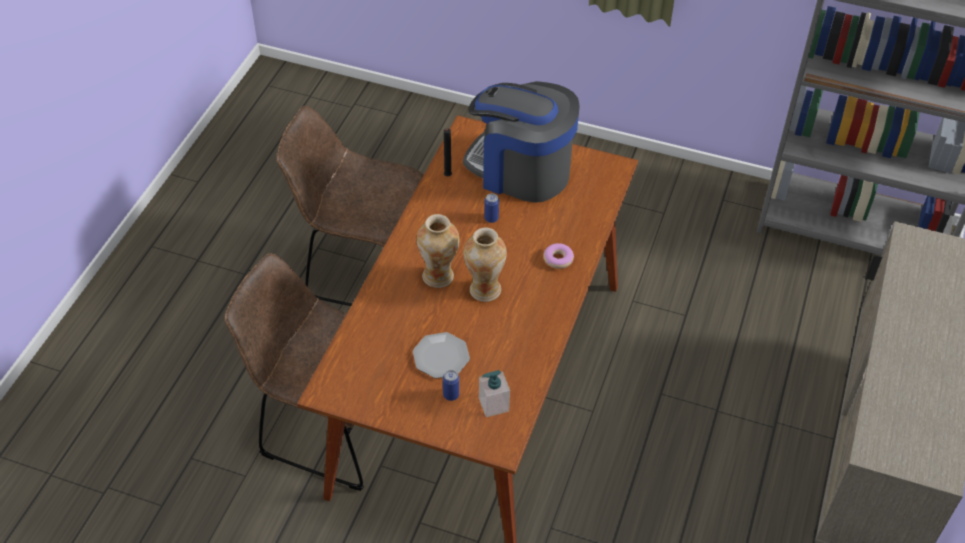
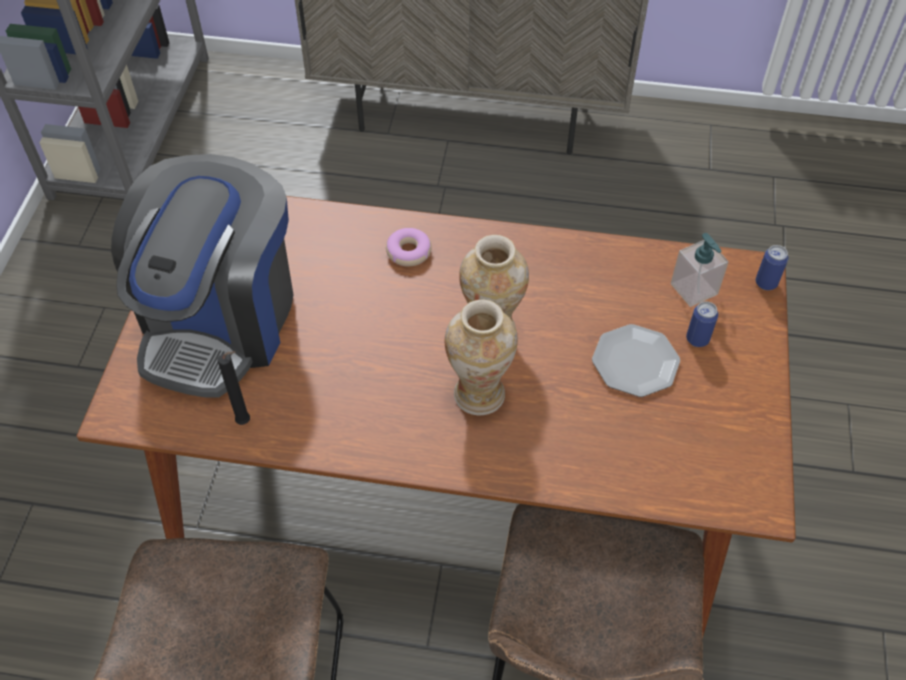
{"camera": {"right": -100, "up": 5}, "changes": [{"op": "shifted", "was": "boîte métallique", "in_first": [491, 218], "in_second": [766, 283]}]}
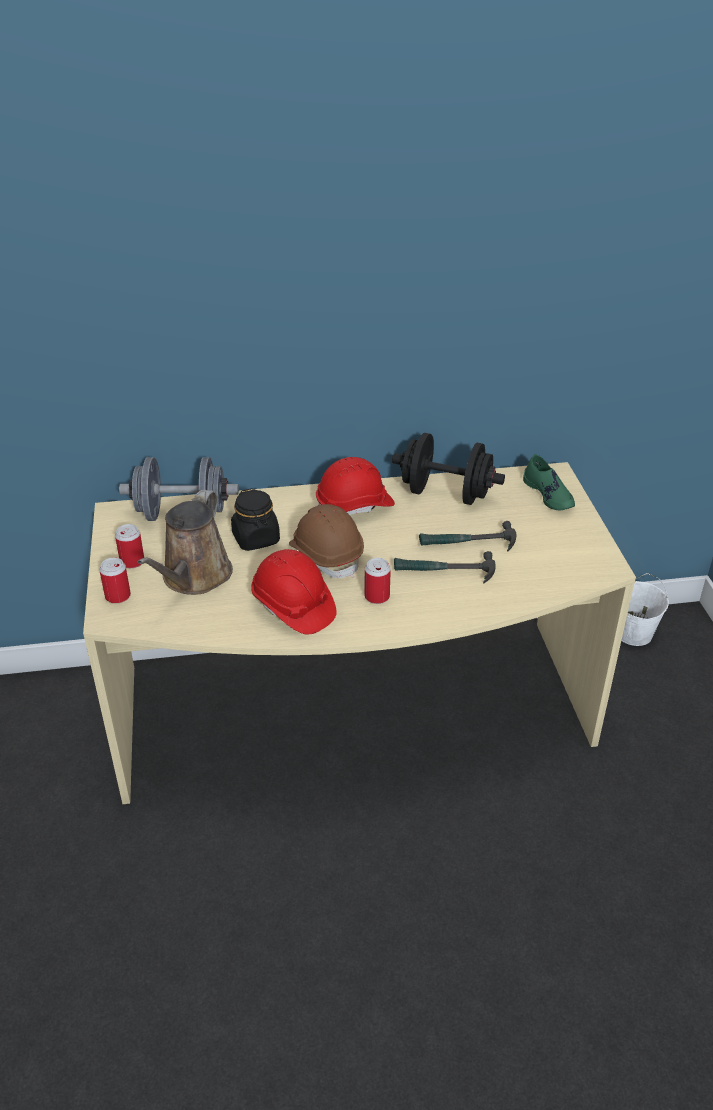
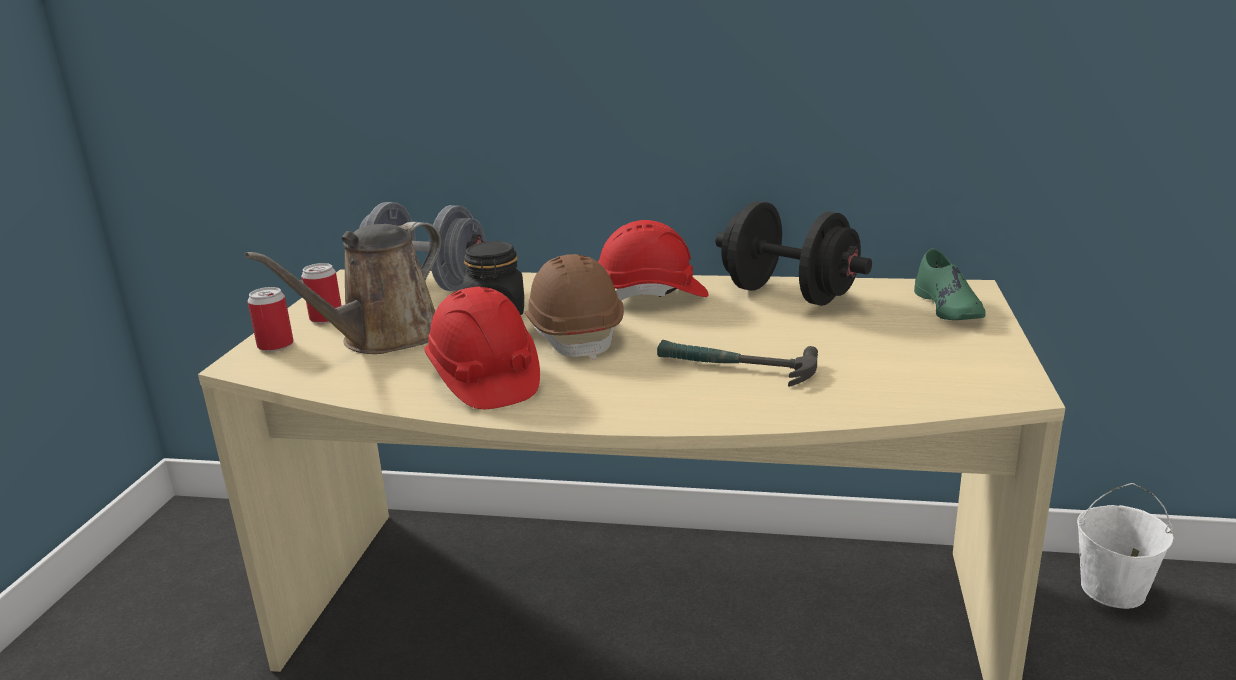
{"camera": {"right": 20, "up": -15}, "changes": [{"op": "gone", "was": "marteau", "in_first": [467, 543]}, {"op": "gone", "was": "boîte métallique", "in_first": [377, 596]}]}
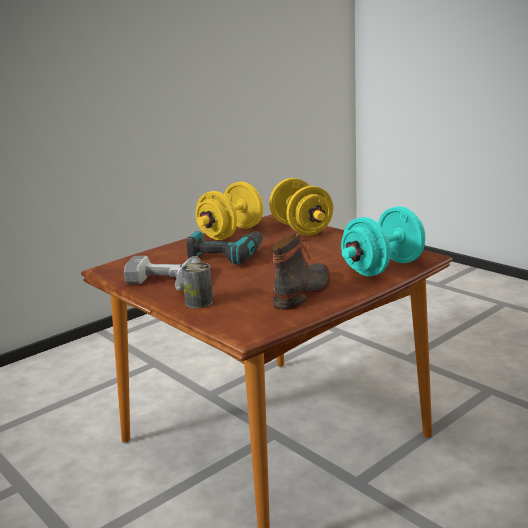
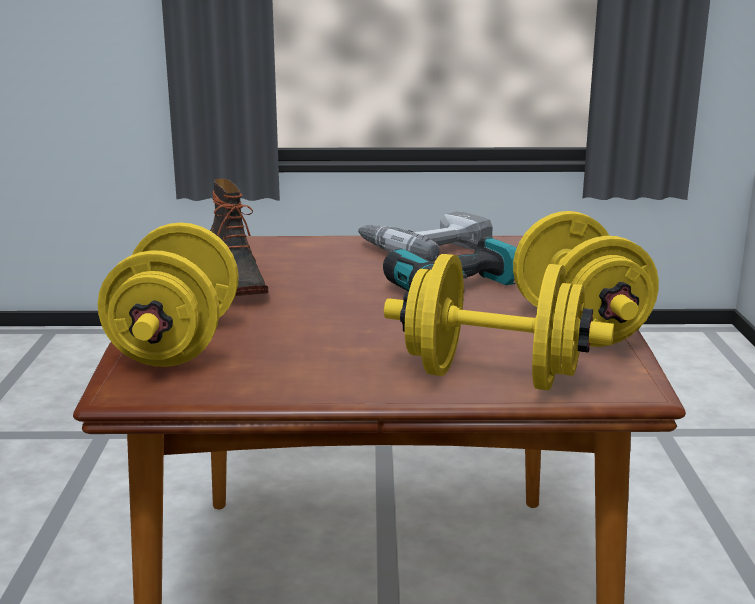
{"camera": {"right": 130, "up": 0}, "changes": [{"op": "repainted", "was": "haltère [turquoise]", "now": "haltère [jaune]", "in_first": [383, 268], "in_second": [176, 344]}, {"op": "gone", "was": "boîte métallique", "in_first": [199, 302]}]}
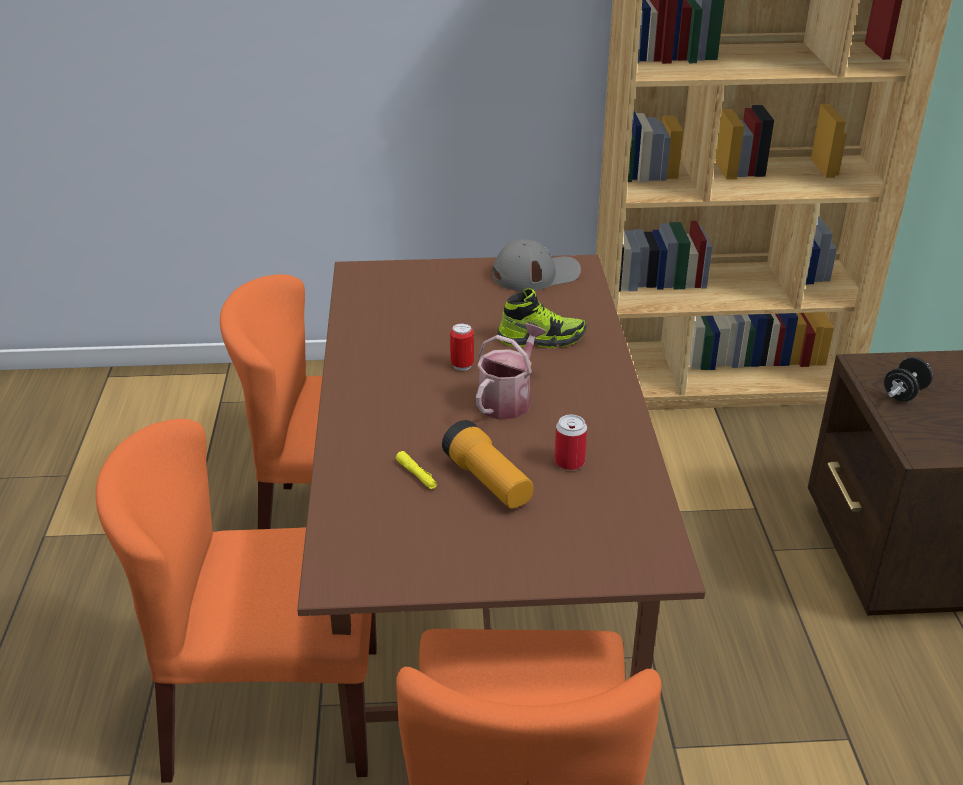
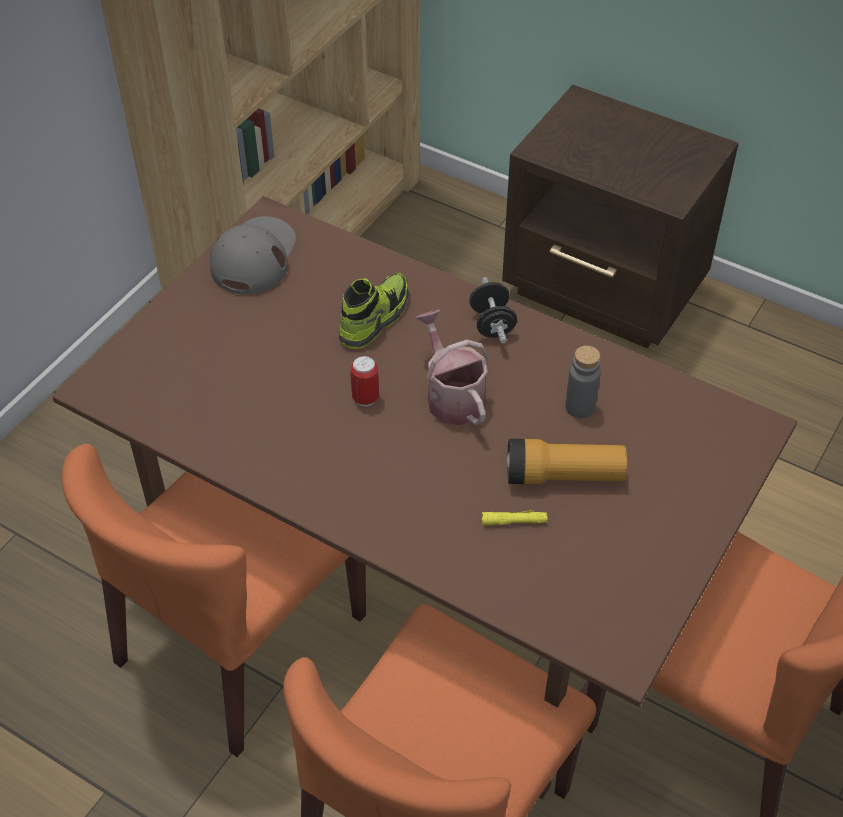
{"camera": {"right": -55, "up": 15}, "changes": [{"op": "shifted", "was": "haltère [noir]", "in_first": [904, 393], "in_second": [492, 324]}, {"op": "swapped", "was": "boîte métallique", "now": "bouteille [gris]", "in_first": [569, 462], "in_second": [580, 407]}]}
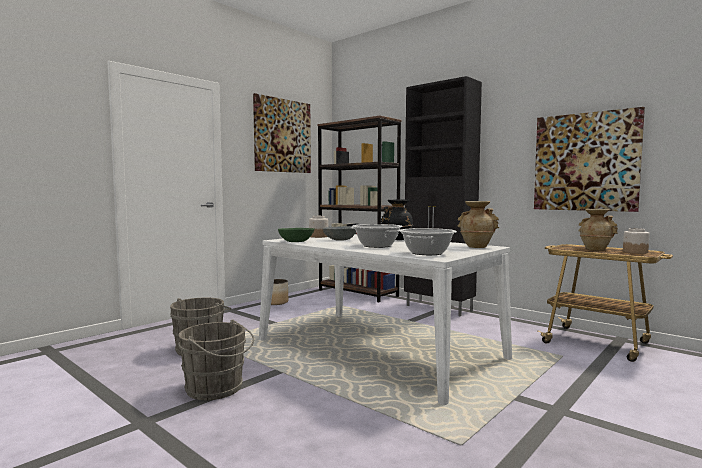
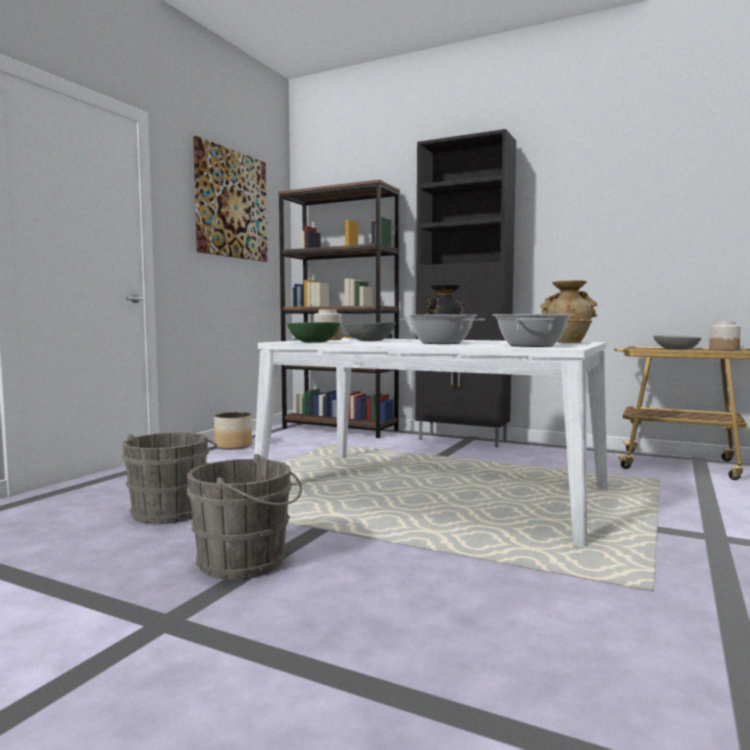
{"camera": {"right": -15, "up": 0}, "changes": [{"op": "gone", "was": "tableau", "in_first": [585, 162]}, {"op": "swapped", "was": "vase [beige]", "now": "bol [gris]", "in_first": [595, 249], "in_second": [676, 349]}]}
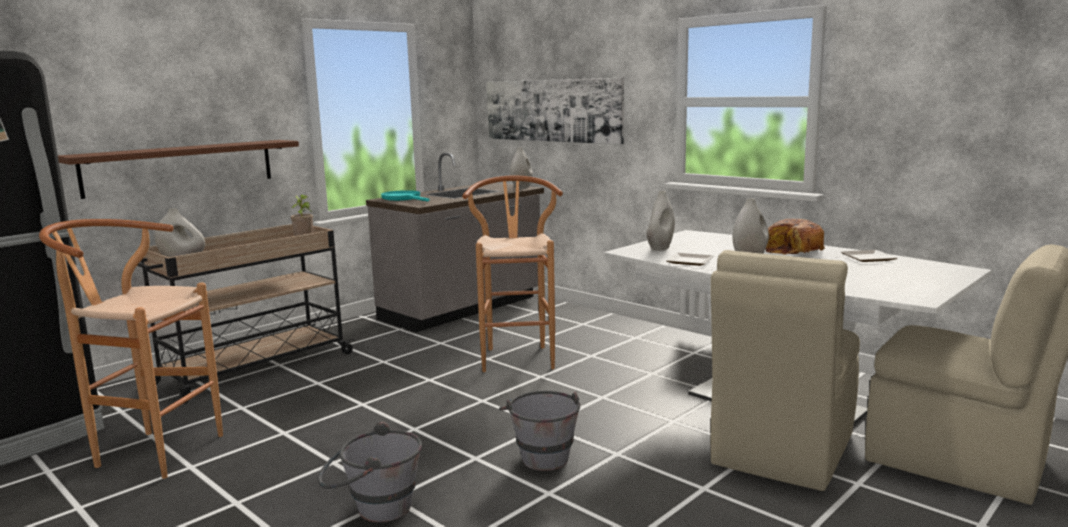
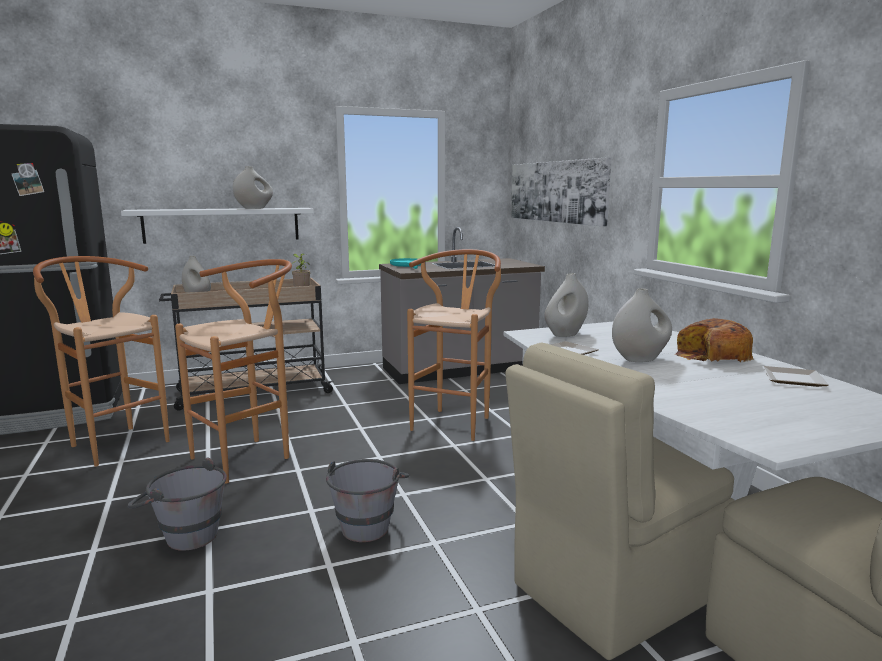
{"camera": {"right": 25, "up": 0}, "changes": [{"op": "repainted", "was": "étagère [marron]", "now": "étagère [blanc]", "in_first": [181, 167], "in_second": [222, 225]}, {"op": "shifted", "was": "vase [blanc]", "in_first": [521, 187], "in_second": [254, 208]}, {"op": "new", "now": "tabouret [marron]", "in_second": [250, 456]}]}
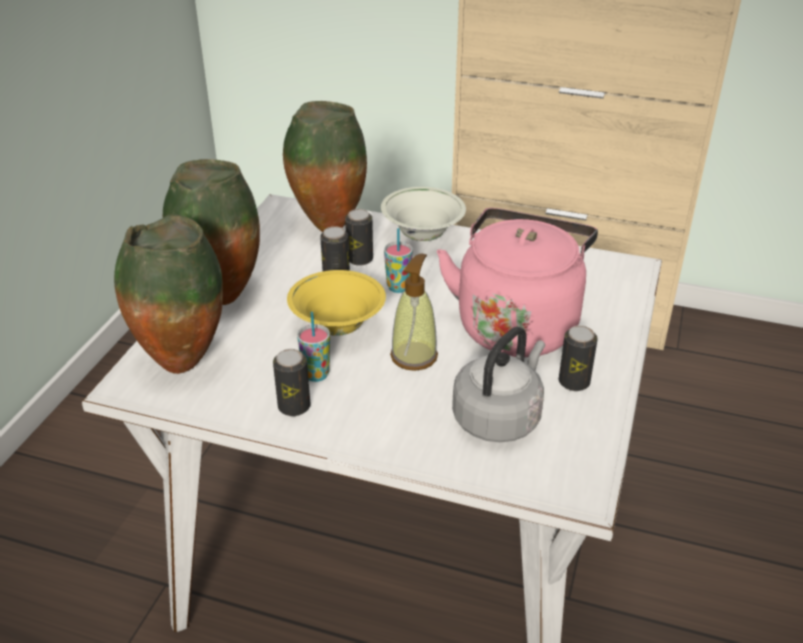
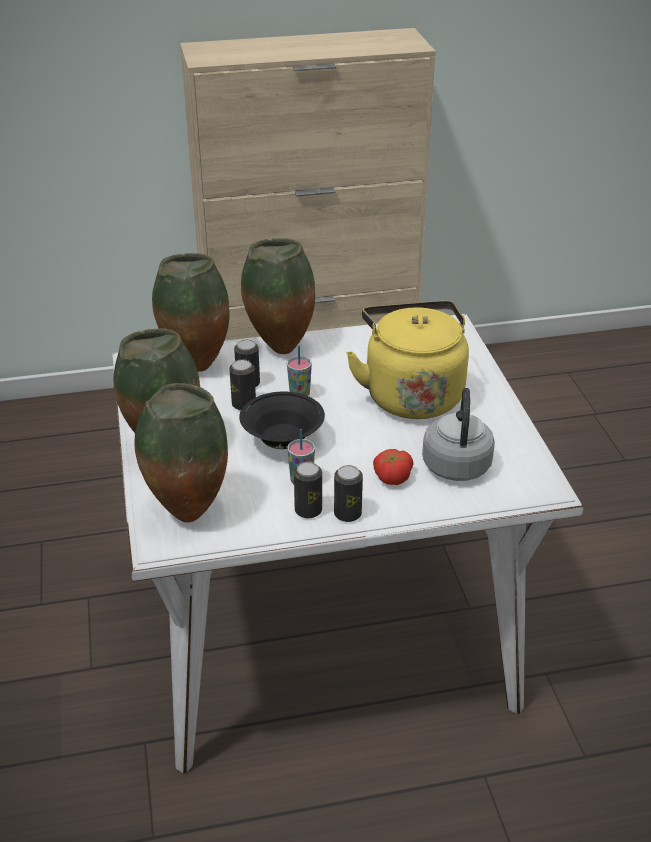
{"camera": {"right": -30, "up": 0}, "changes": [{"op": "swapped", "was": "bol [blanc]", "now": "vase", "in_first": [422, 235], "in_second": [279, 349]}, {"op": "repainted", "was": "bouilloire [rose]", "now": "bouilloire [jaune]", "in_first": [517, 324], "in_second": [411, 394]}, {"op": "gone", "was": "distributeur de savon", "in_first": [414, 356]}, {"op": "repainted", "was": "bol [jaune]", "now": "bol [noir]", "in_first": [337, 327], "in_second": [282, 441]}, {"op": "shifted", "was": "boîte métallique", "in_first": [574, 382], "in_second": [347, 514]}, {"op": "new", "now": "tomate", "in_second": [391, 477]}]}
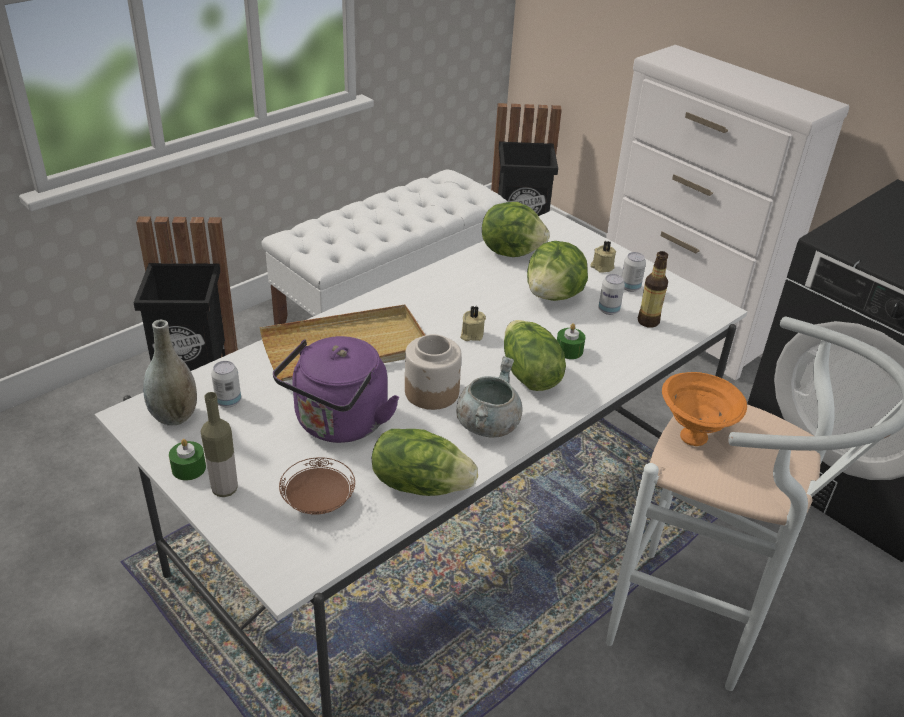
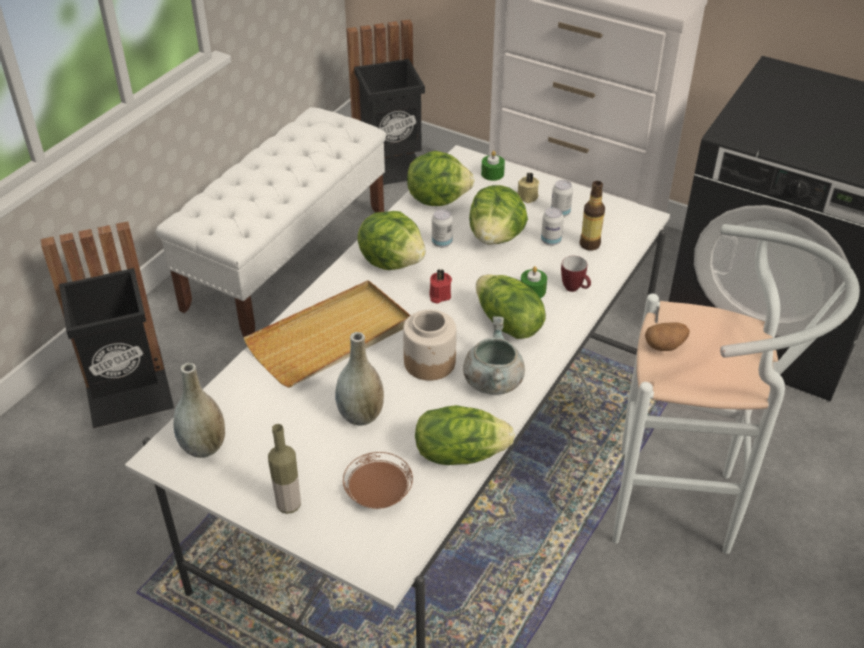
{"camera": {"right": -15, "up": 5}, "changes": [{"op": "repainted", "was": "bougie [beige]", "now": "bougie [rouge]", "in_first": [471, 334], "in_second": [439, 295]}, {"op": "swapped", "was": "bouilloire [violet]", "now": "vase [gris]", "in_first": [338, 424], "in_second": [361, 415]}, {"op": "shifted", "was": "boîte métallique", "in_first": [228, 401], "in_second": [442, 243]}, {"op": "swapped", "was": "bol [orange]", "now": "pomme de terre", "in_first": [692, 435], "in_second": [665, 346]}, {"op": "shifted", "was": "bougie [vert]", "in_first": [189, 468], "in_second": [492, 174]}, {"op": "new", "now": "laitue", "in_second": [392, 261]}, {"op": "new", "now": "mug", "in_second": [575, 289]}]}
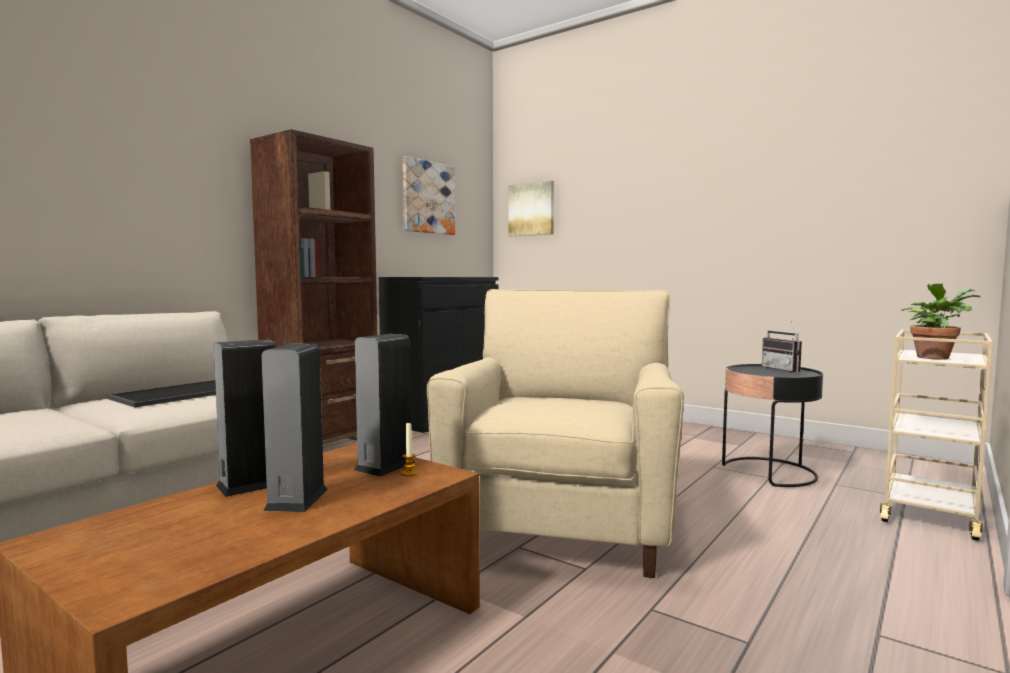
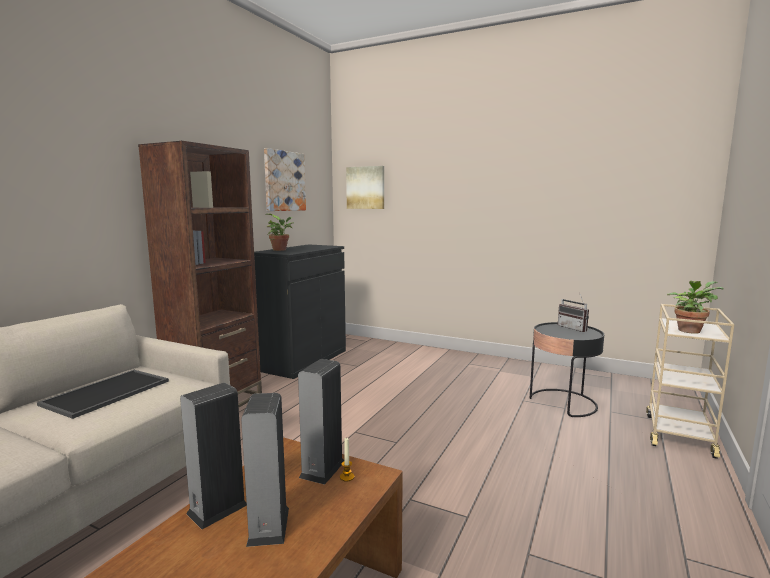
{"camera": {"right": -10, "up": 5}, "changes": [{"op": "gone", "was": "fauteuil [beige]", "in_first": [563, 524]}, {"op": "new", "now": "plante en pot", "in_second": [281, 250]}]}
